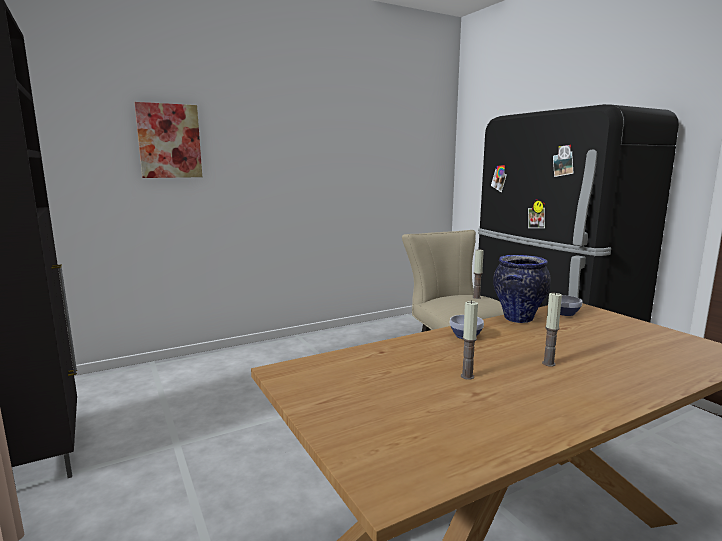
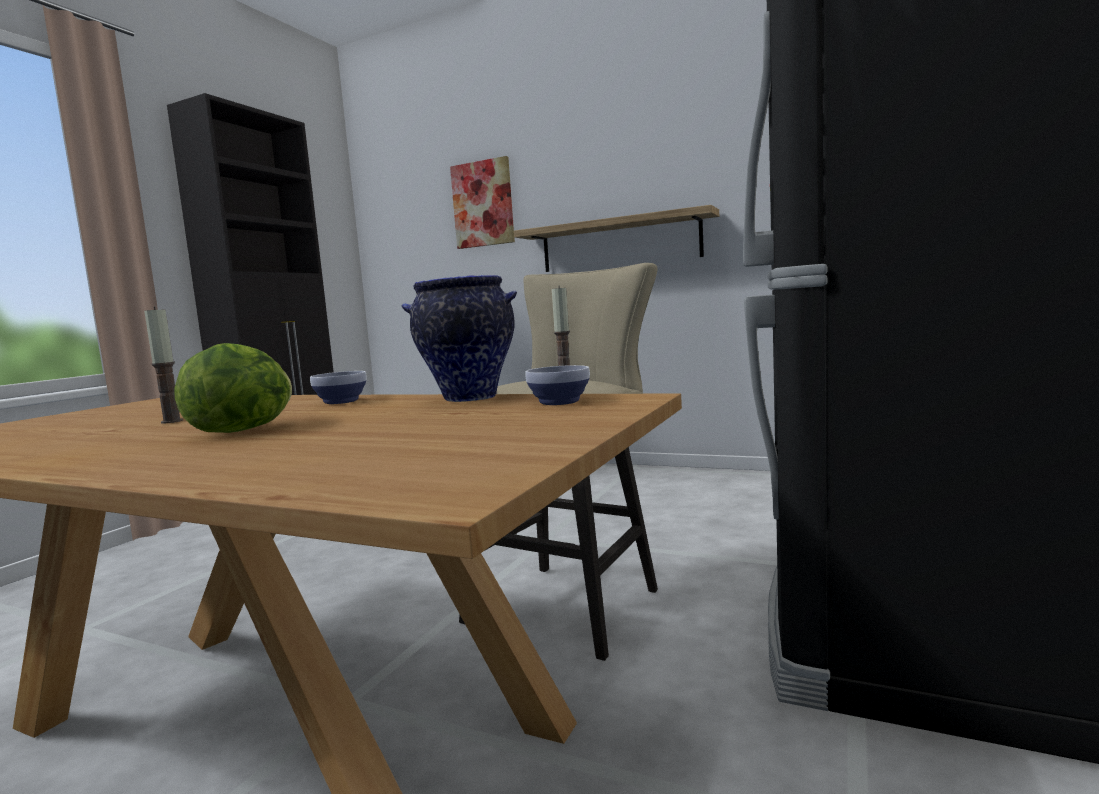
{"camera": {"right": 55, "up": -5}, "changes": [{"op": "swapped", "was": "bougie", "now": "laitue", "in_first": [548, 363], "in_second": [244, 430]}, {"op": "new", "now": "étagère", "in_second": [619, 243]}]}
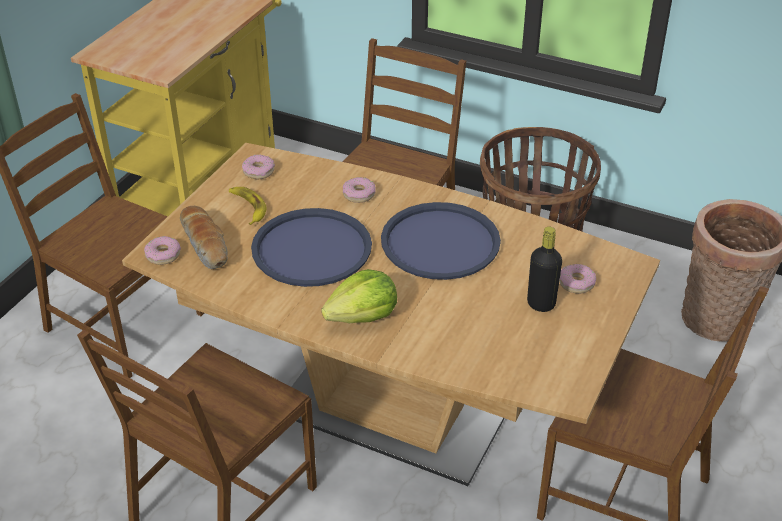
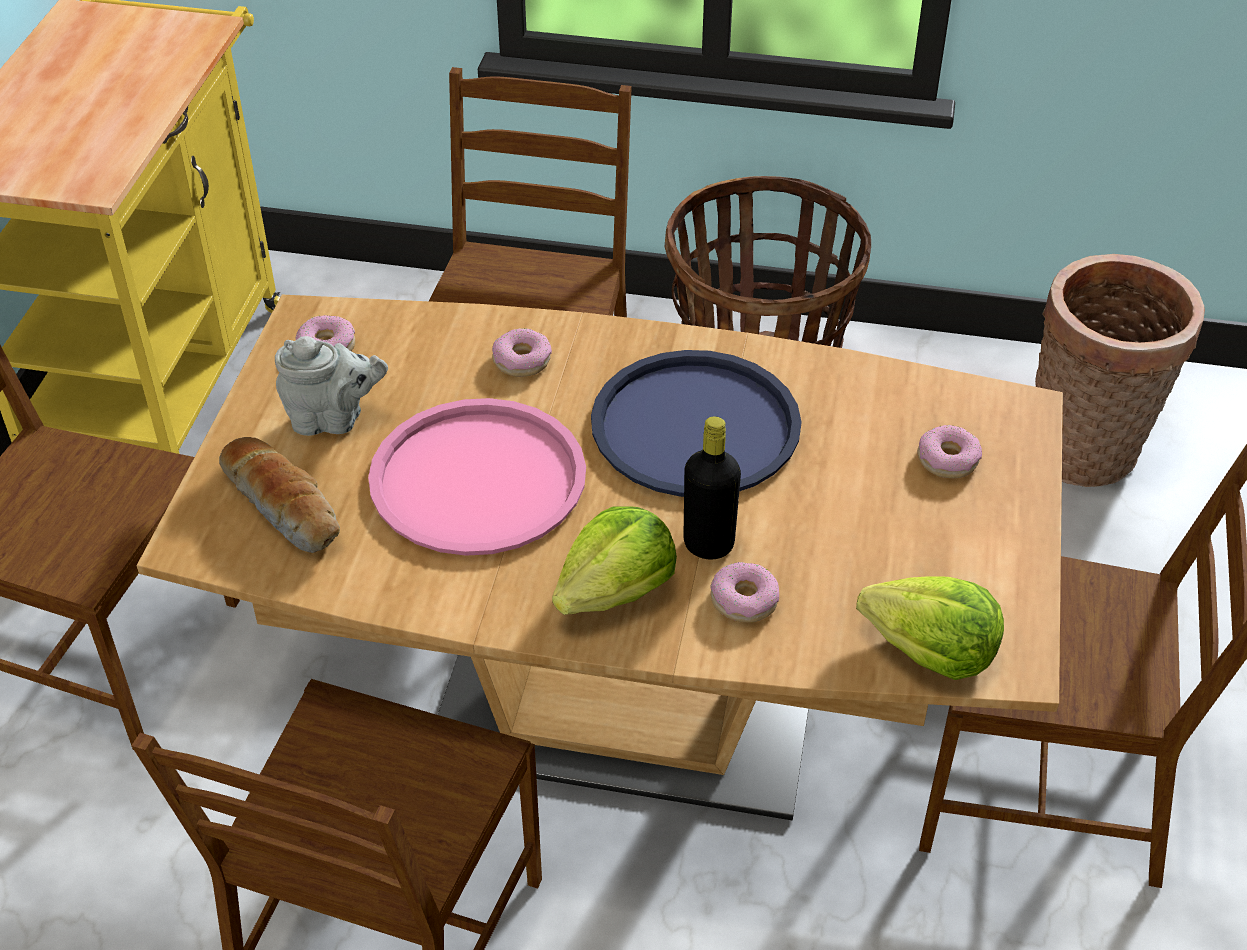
{"camera": {"right": -15, "up": 5}, "changes": [{"op": "swapped", "was": "banane", "now": "théière [gris]", "in_first": [247, 207], "in_second": [333, 419]}, {"op": "repainted", "was": "plateau [bleu]", "now": "plateau [rose]", "in_first": [312, 249], "in_second": [478, 479]}, {"op": "shifted", "was": "bouteille [noir]", "in_first": [541, 304], "in_second": [708, 544]}, {"op": "shifted", "was": "beignet", "in_first": [163, 255], "in_second": [744, 600]}, {"op": "new", "now": "laitue", "in_second": [931, 652]}]}
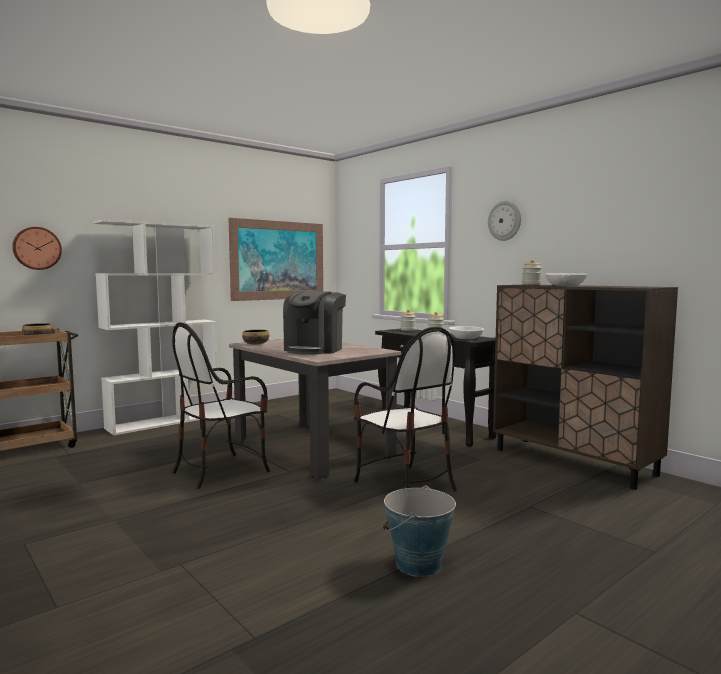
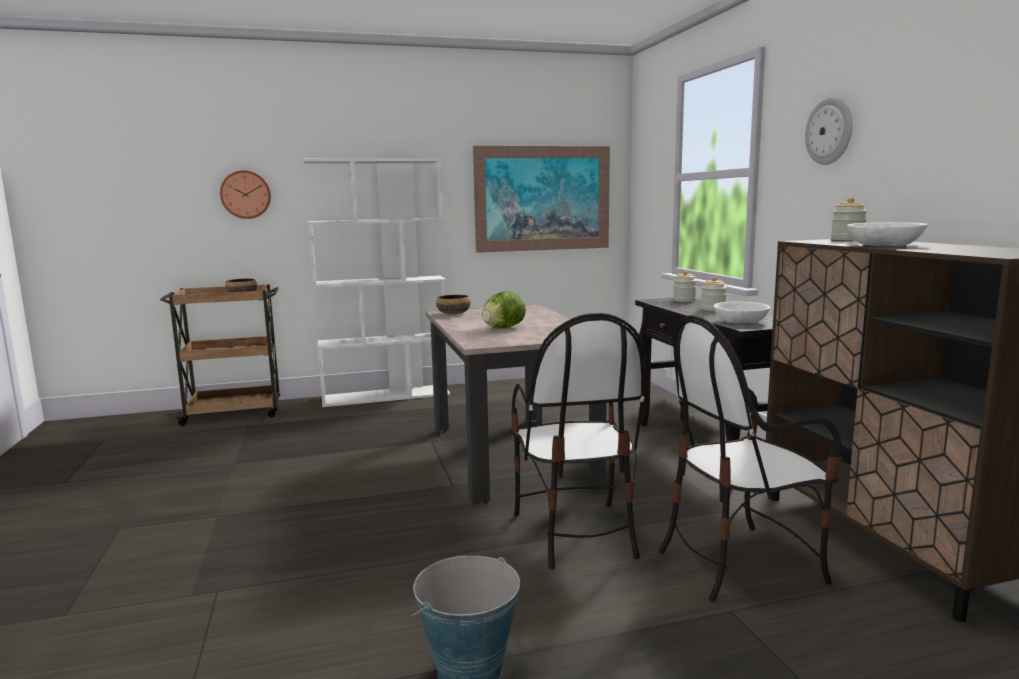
{"camera": {"right": 25, "up": 5}, "changes": [{"op": "swapped", "was": "machine à café", "now": "laitue", "in_first": [315, 350], "in_second": [503, 328]}, {"op": "shifted", "was": "chaise", "in_first": [221, 470], "in_second": [739, 563]}]}
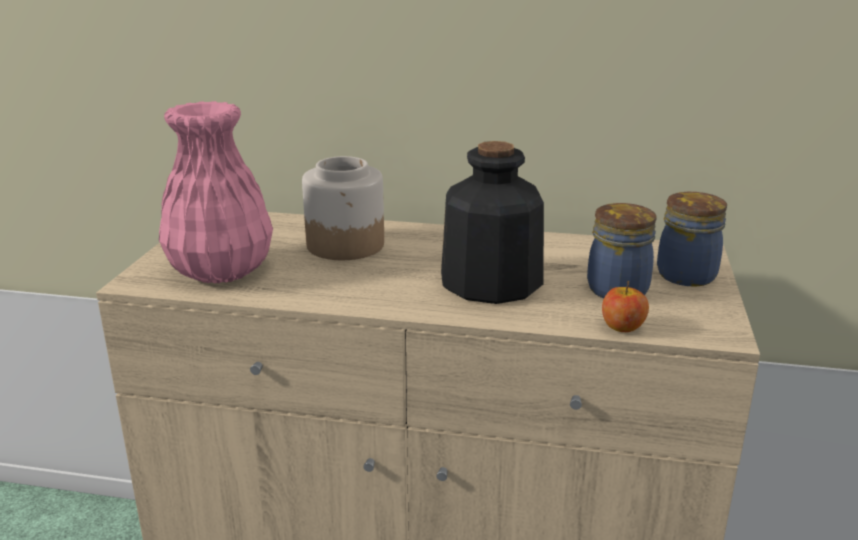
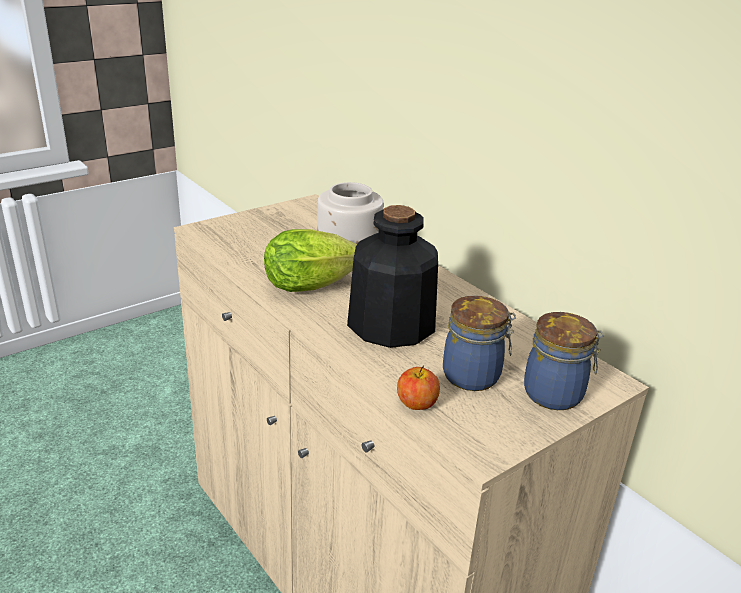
{"camera": {"right": 40, "up": 5}, "changes": [{"op": "gone", "was": "vase [rose]", "in_first": [222, 271]}, {"op": "new", "now": "laitue", "in_second": [315, 285]}]}
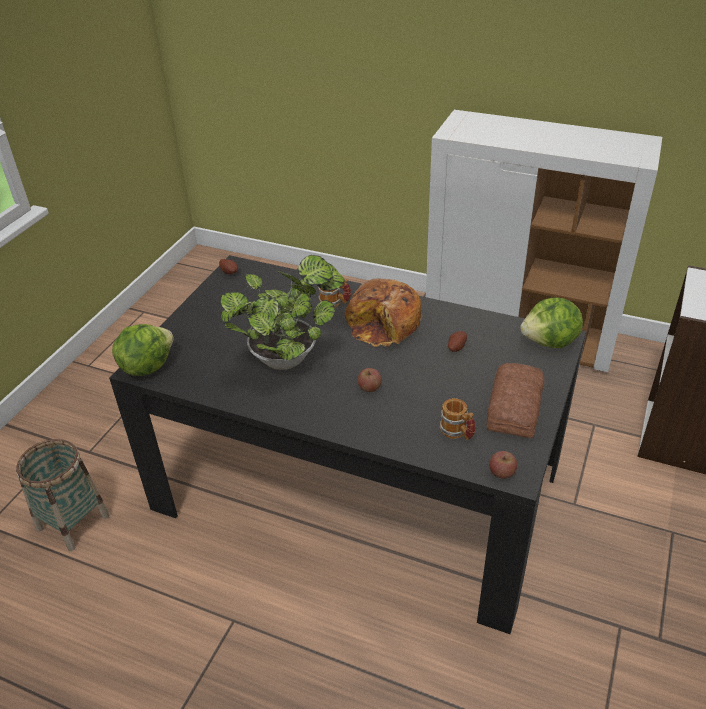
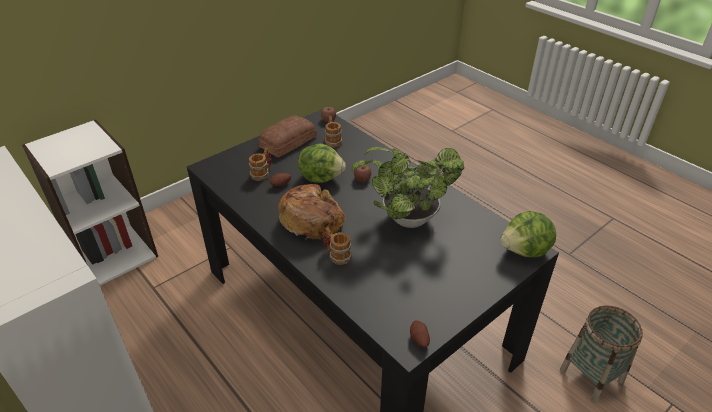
{"camera": {"right": -155, "up": 0}, "changes": [{"op": "shifted", "was": "laitue", "in_first": [550, 342], "in_second": [321, 177]}, {"op": "new", "now": "mug", "in_second": [262, 173]}]}
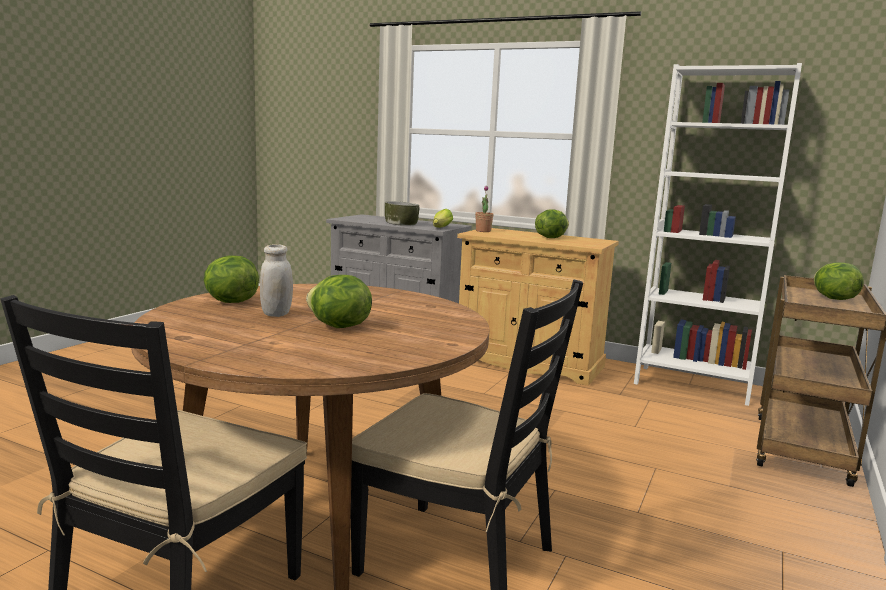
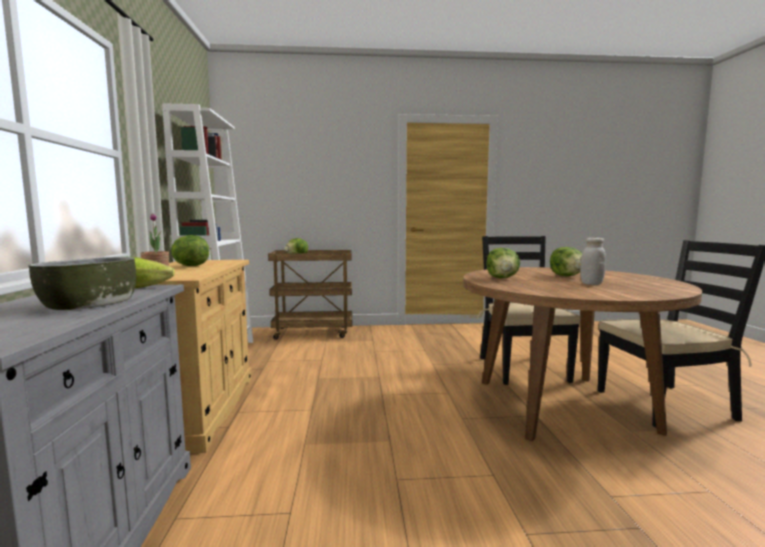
{"camera": {"right": -120, "up": -5}, "changes": [{"op": "shifted", "was": "laitue", "in_first": [230, 302], "in_second": [502, 278]}]}
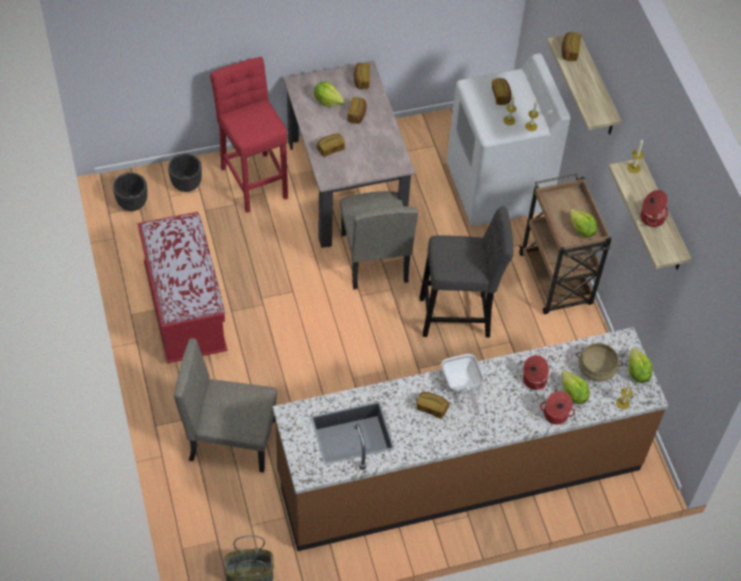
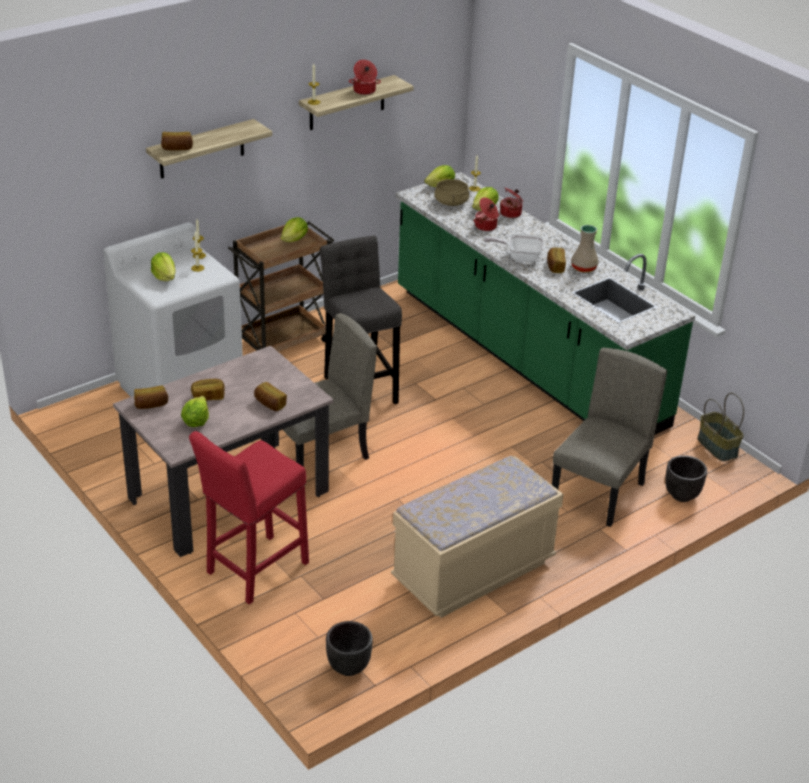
{"camera": {"right": -110, "up": -20}, "changes": [{"op": "swapped", "was": "pain", "now": "laitue", "in_first": [501, 96], "in_second": [164, 277]}, {"op": "shifted", "was": "cache-pot [noir]", "in_first": [186, 185], "in_second": [681, 495]}, {"op": "repainted", "was": "banc [rouge]", "now": "banc [beige]", "in_first": [185, 310], "in_second": [473, 572]}, {"op": "repainted", "was": "comptoir de cuisine [marron]", "now": "comptoir de cuisine [vert]", "in_first": [459, 471], "in_second": [525, 357]}, {"op": "rotated", "was": "chaise [beige]", "in_first": [232, 439], "in_second": [598, 493], "clockwise": -135}, {"op": "rotated", "was": "poêle", "in_first": [461, 385], "in_second": [520, 257], "clockwise": -135}, {"op": "new", "now": "vase [beige]", "in_second": [584, 268]}]}
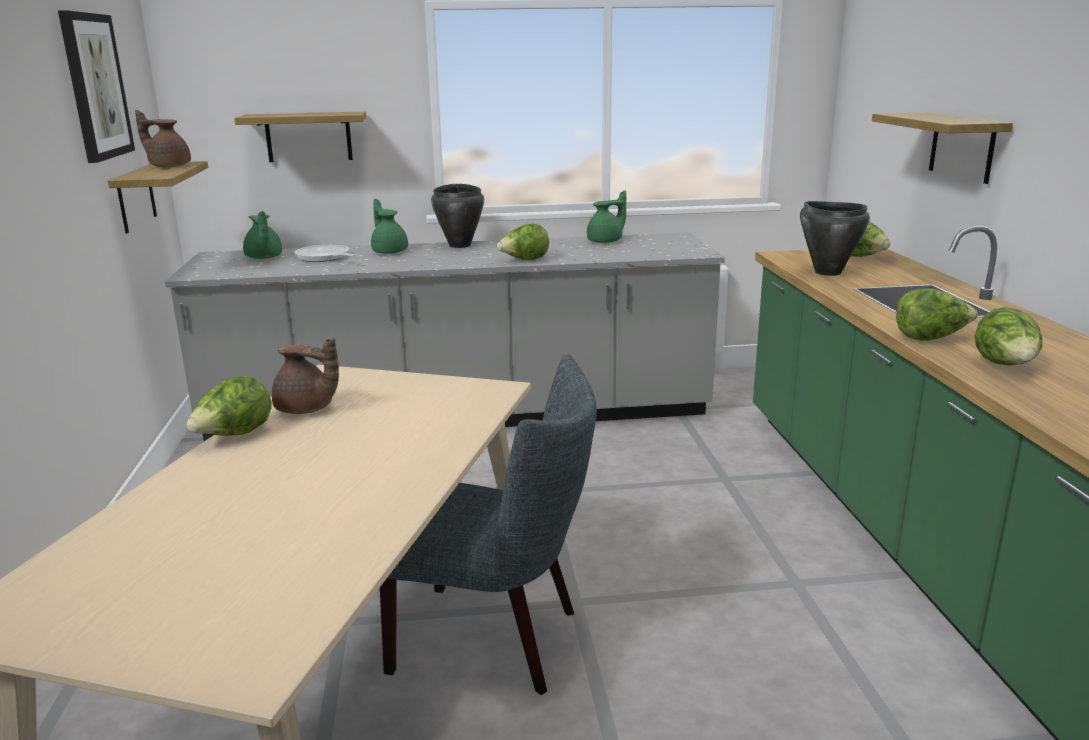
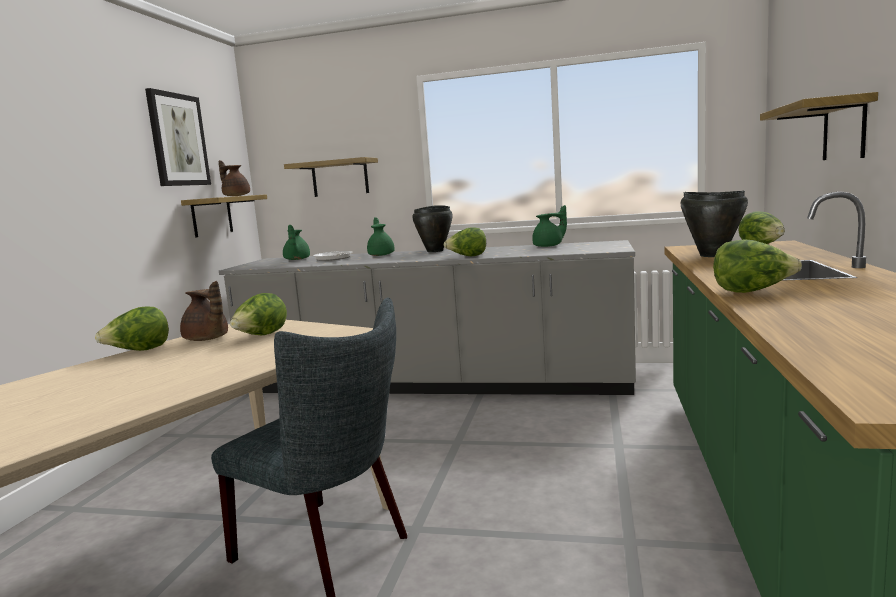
{"camera": {"right": 20, "up": -10}, "changes": [{"op": "shifted", "was": "laitue", "in_first": [1005, 366], "in_second": [261, 336]}]}
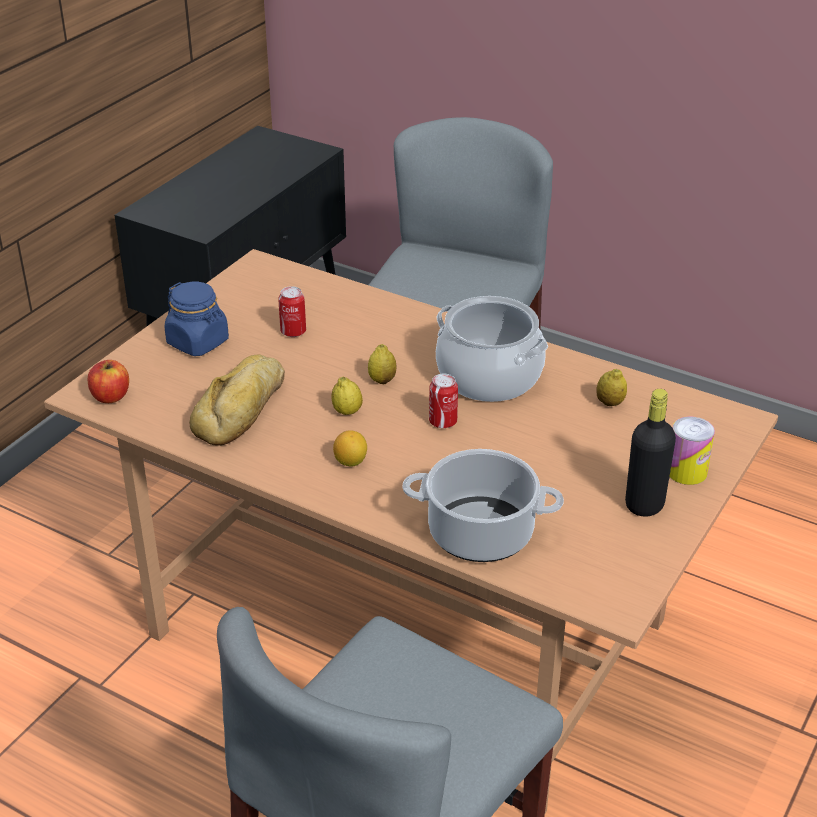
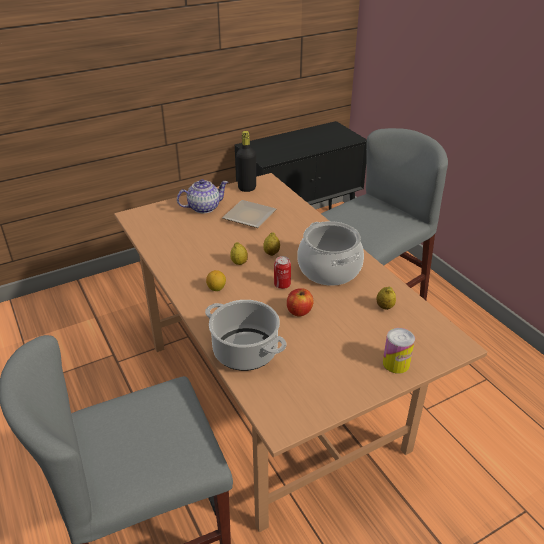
{"camera": {"right": 30, "up": 0}, "changes": [{"op": "swapped", "was": "bocal [bleu]", "now": "théière", "in_first": [198, 342], "in_second": [203, 208]}, {"op": "swapped", "was": "boîte métallique", "now": "assiette", "in_first": [293, 332], "in_second": [251, 216]}, {"op": "gone", "was": "pain", "in_first": [243, 409]}, {"op": "shifted", "was": "pomme", "in_first": [110, 396], "in_second": [299, 311]}, {"op": "shifted", "was": "bouteille [noir]", "in_first": [644, 505], "in_second": [247, 188]}]}
